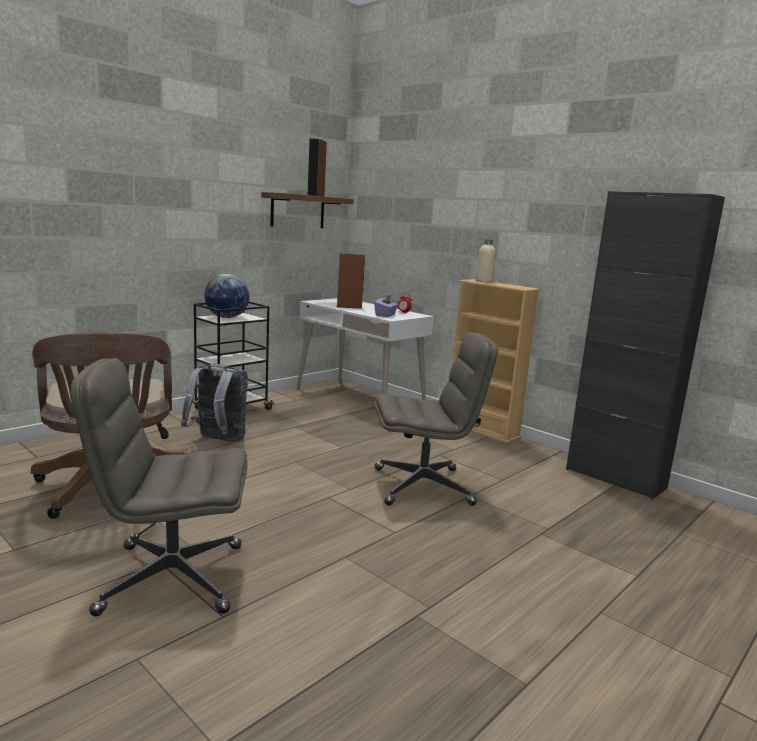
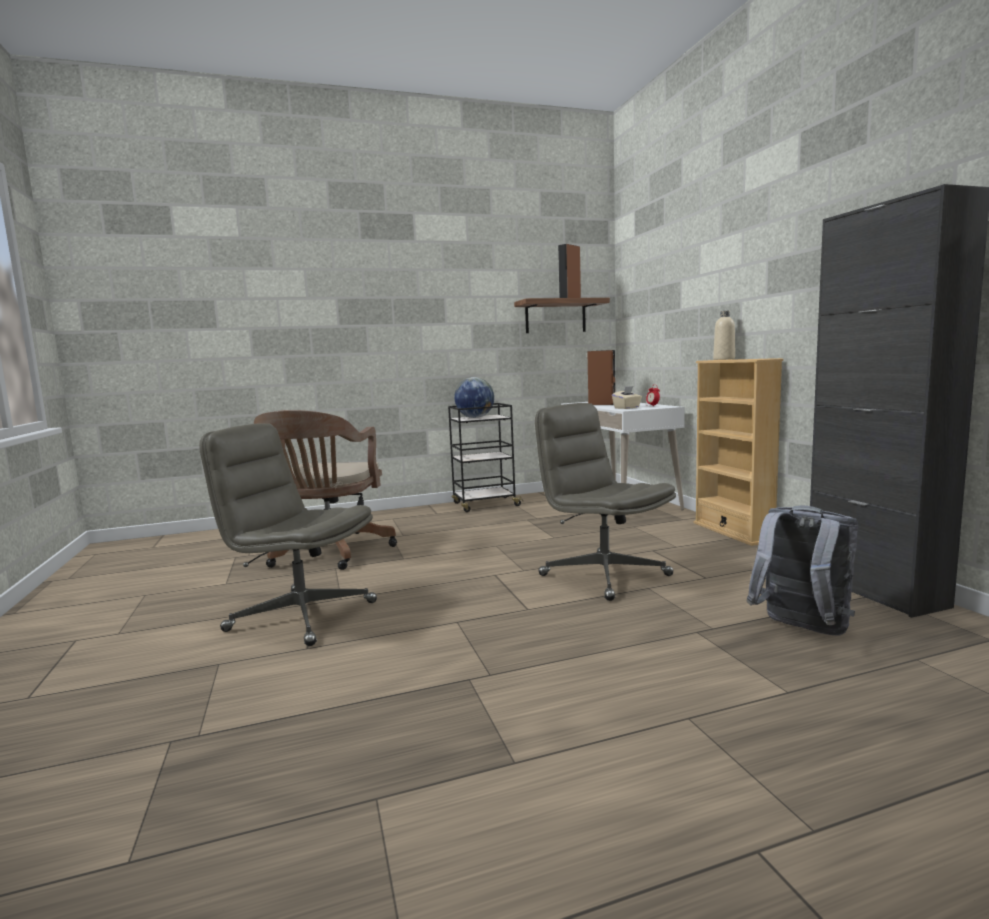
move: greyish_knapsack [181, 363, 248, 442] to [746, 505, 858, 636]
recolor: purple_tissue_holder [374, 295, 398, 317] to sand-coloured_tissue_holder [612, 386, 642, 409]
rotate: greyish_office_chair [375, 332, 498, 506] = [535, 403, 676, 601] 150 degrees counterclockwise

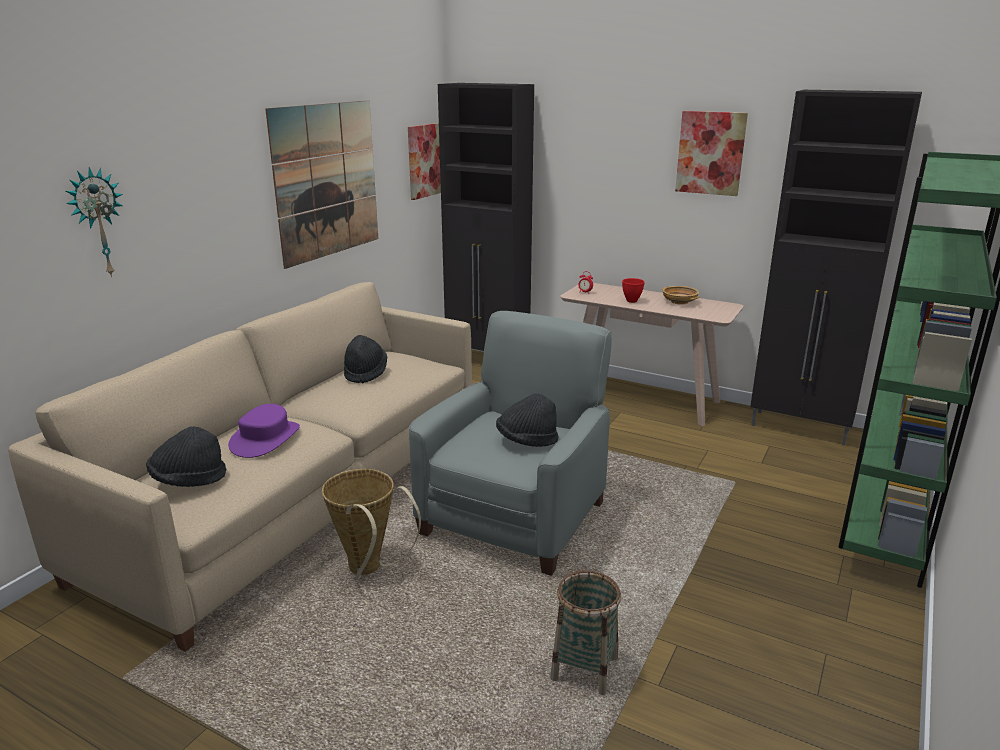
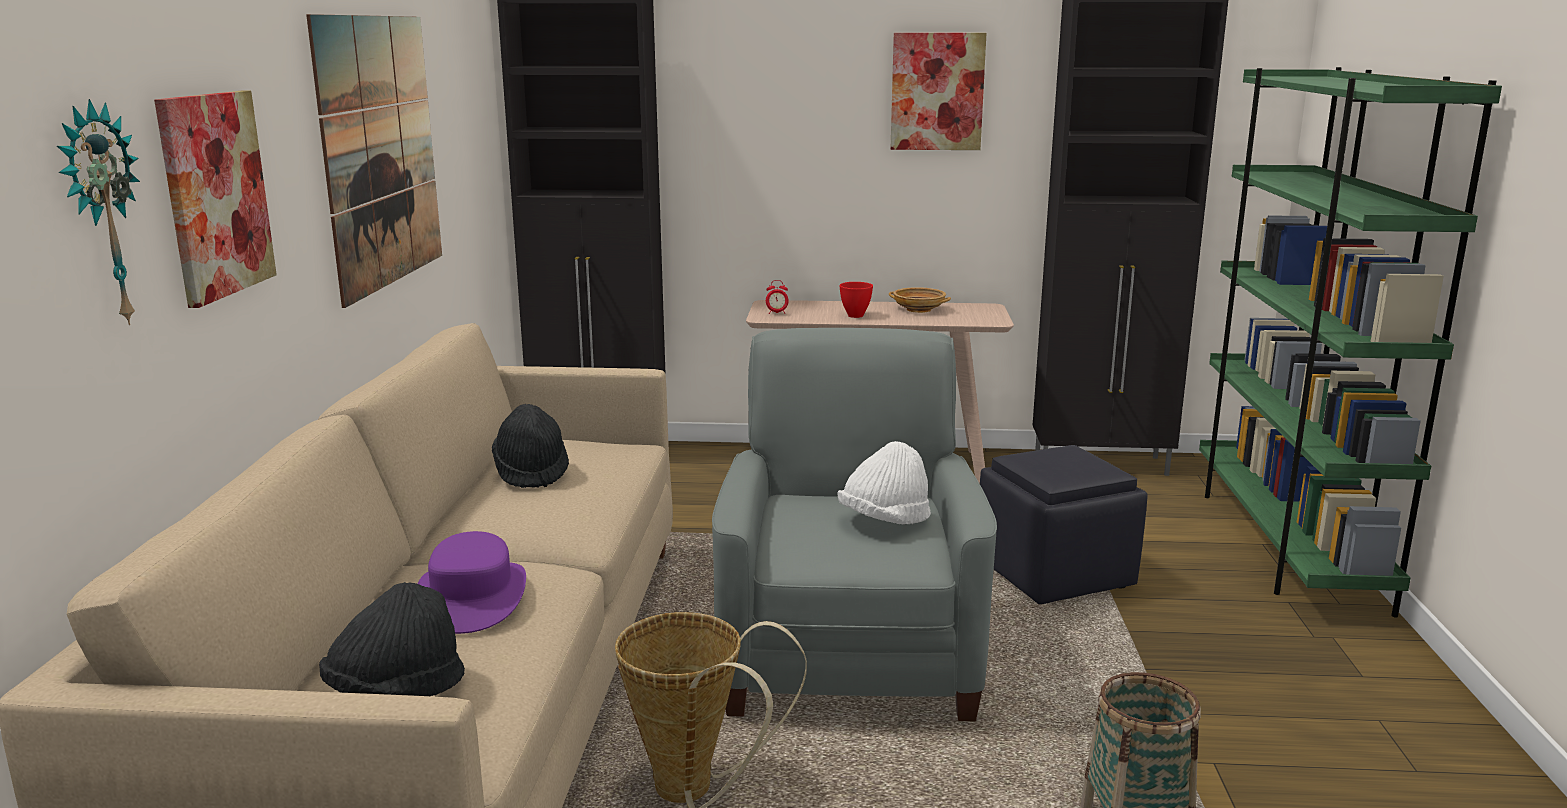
insert: blackish_ottoman [980, 445, 1148, 604]
move: picture [408, 123, 441, 200] to [154, 91, 277, 308]
recolor: blackish_clothing_hat [496, 394, 559, 447] to white_clothing_hat [838, 441, 931, 524]

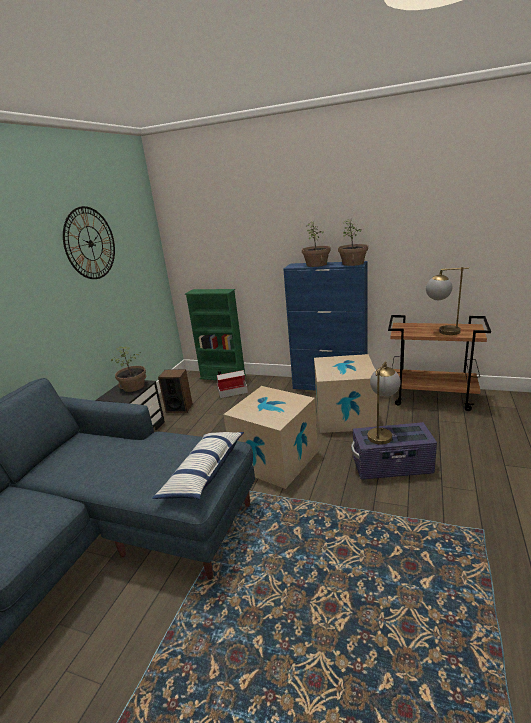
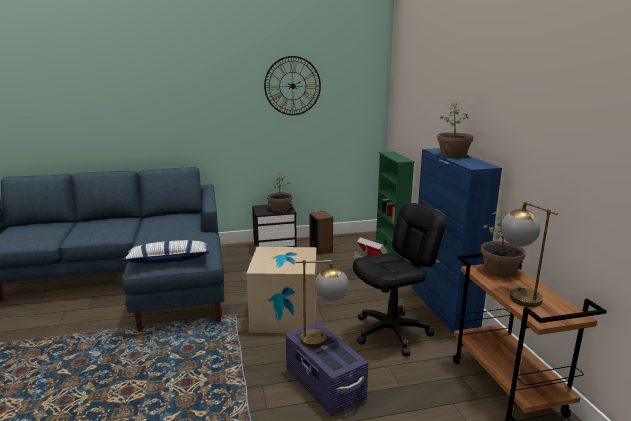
move: houseplant [338, 219, 368, 266] to [481, 211, 526, 277]
replace: packing_box [314, 354, 377, 433] to blackish_office_chair [353, 203, 447, 356]

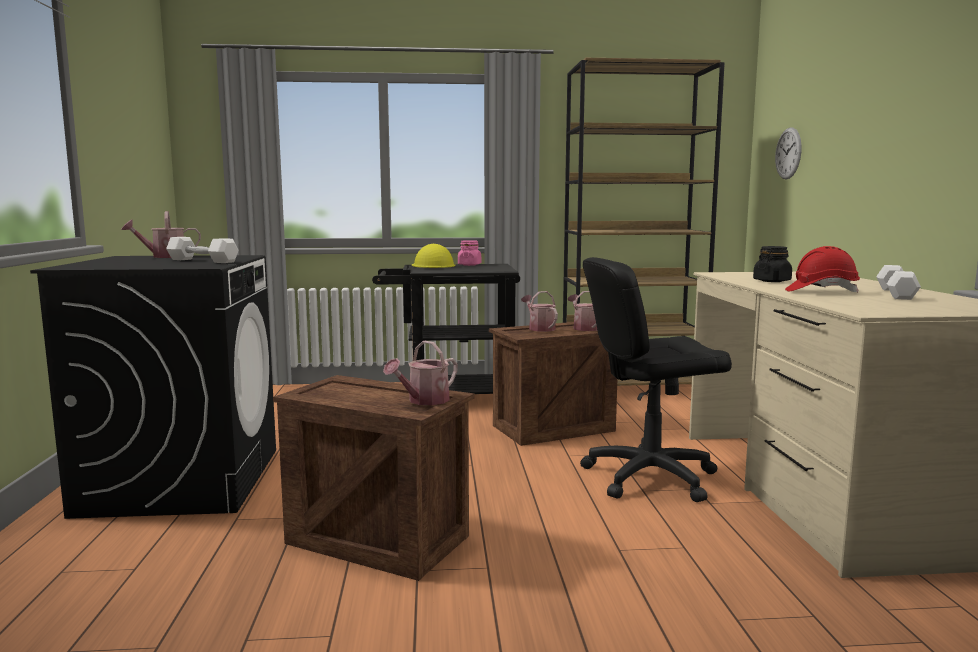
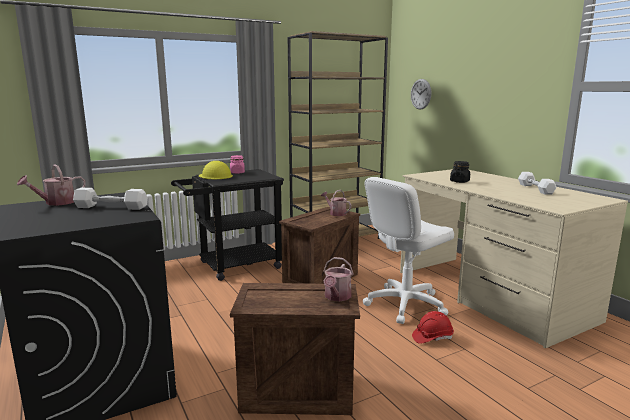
delete: sprinkling_can [521, 291, 558, 332]
move: red-coloured_work_helmet [785, 246, 860, 293] to [412, 311, 454, 344]
recolor: blackish_office_chair [580, 257, 732, 502] to white_office_chair [363, 177, 454, 324]

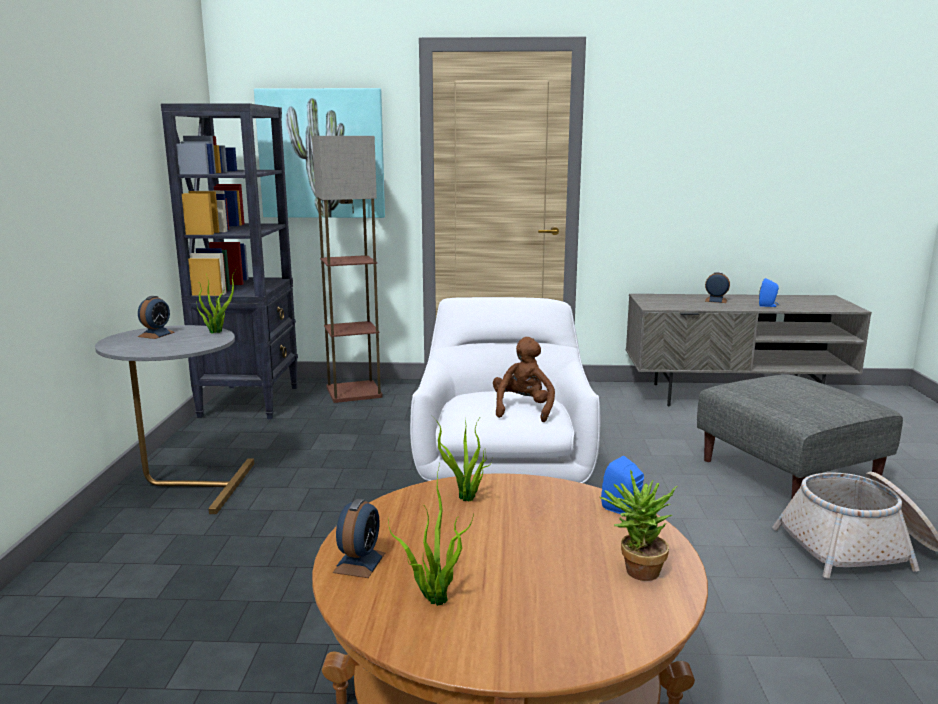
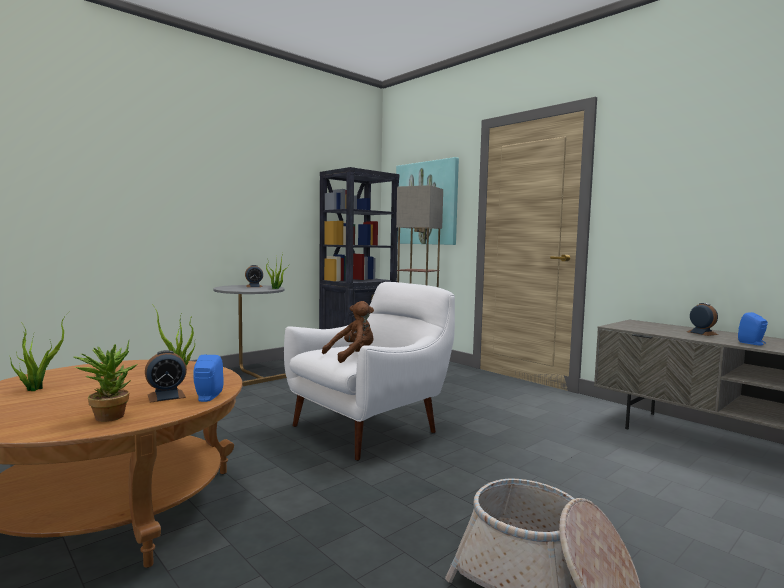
delete: greyish_ottoman [697, 375, 903, 500]
move: table_clock [333, 499, 385, 578] to [145, 350, 187, 403]

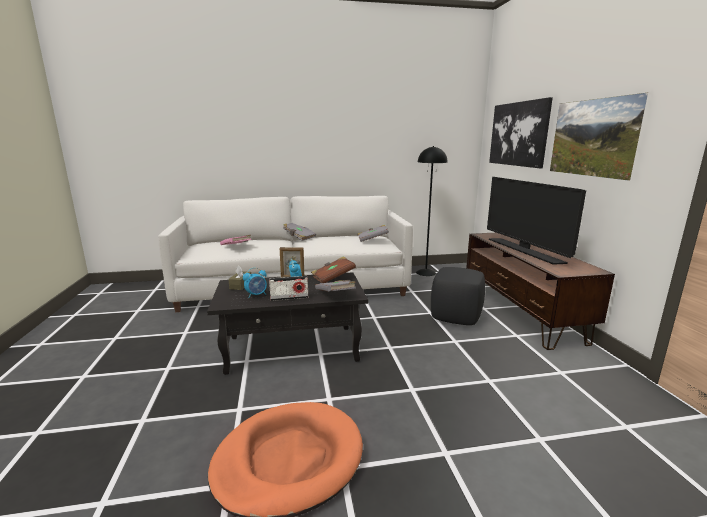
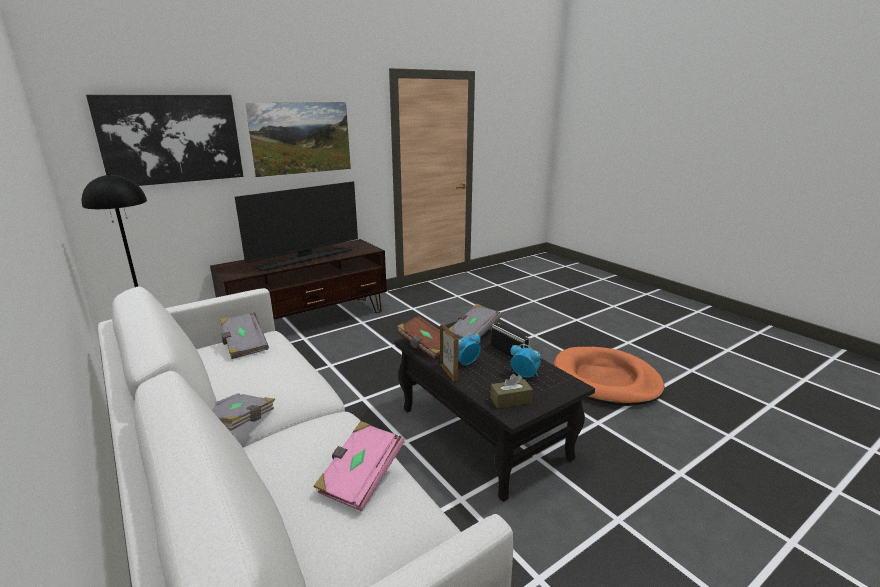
delete: blackish_ottoman [431, 267, 485, 325]

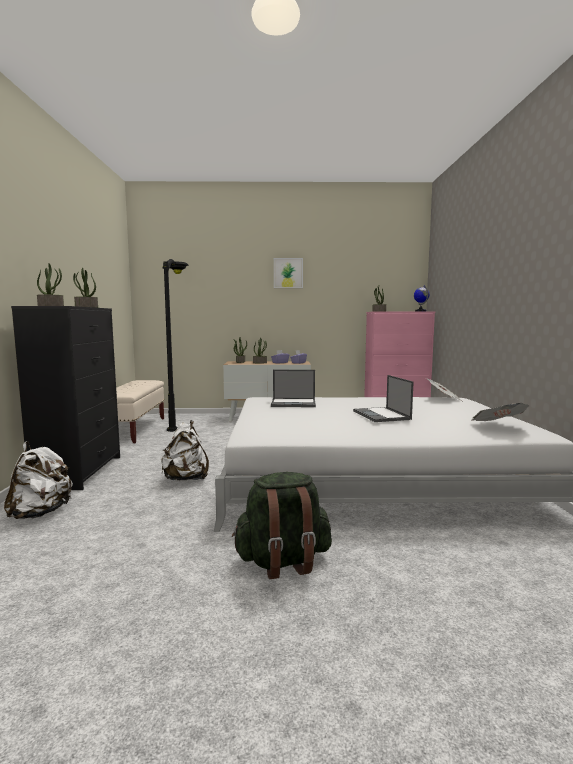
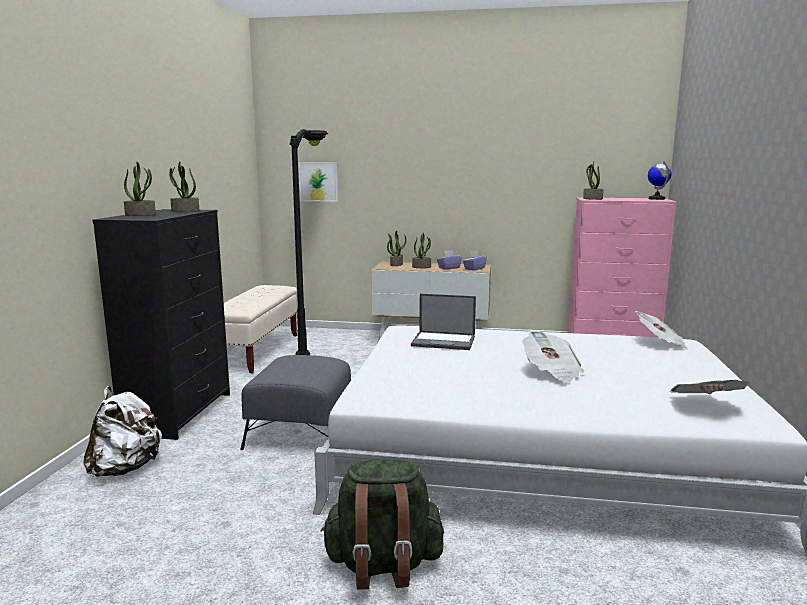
move: picture [274, 258, 303, 288] to [298, 162, 338, 202]
replace: white_knapsack [161, 420, 209, 480] to greyish_ottoman [240, 355, 351, 450]; laptop [353, 375, 414, 422] to printed_paper [522, 330, 584, 383]

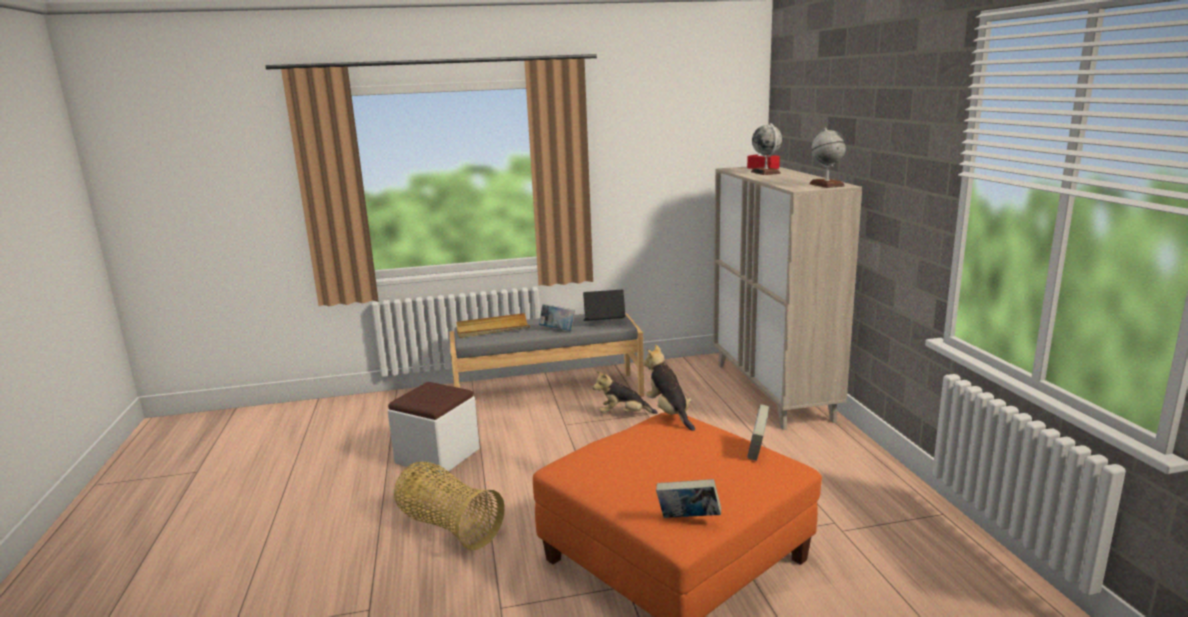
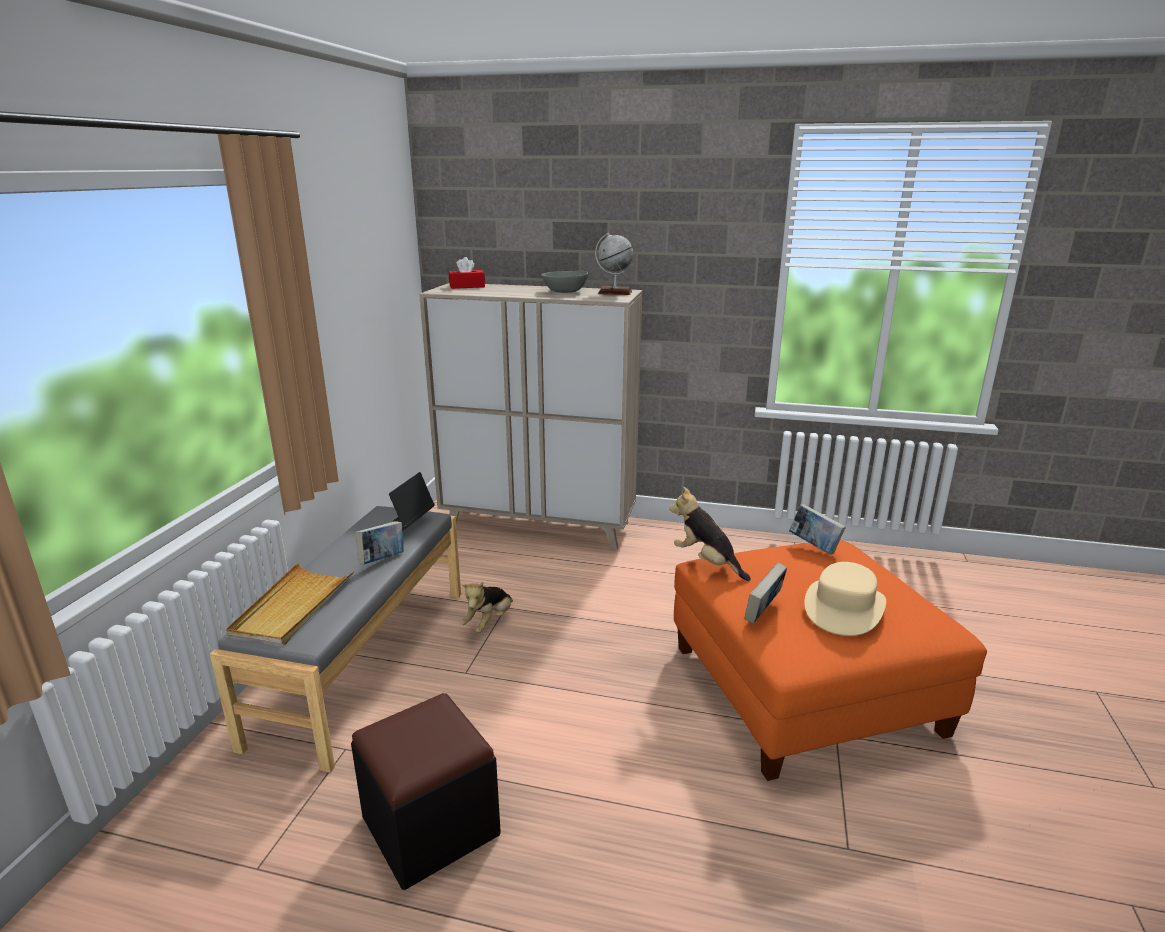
delete: storage_basket [394, 462, 505, 550]; desk_globe [751, 123, 782, 175]
insert: greyish_bowl [541, 270, 588, 293]; sand-coloured_clothing_hat [804, 562, 886, 636]
move: bound_book [656, 479, 721, 518] to [745, 563, 787, 624]
recolor: white_ottoman [388, 382, 480, 476] to blackish_ottoman [351, 693, 501, 890]
rotate: plush_toy [643, 344, 695, 431] = [670, 487, 751, 581] 45 degrees clockwise

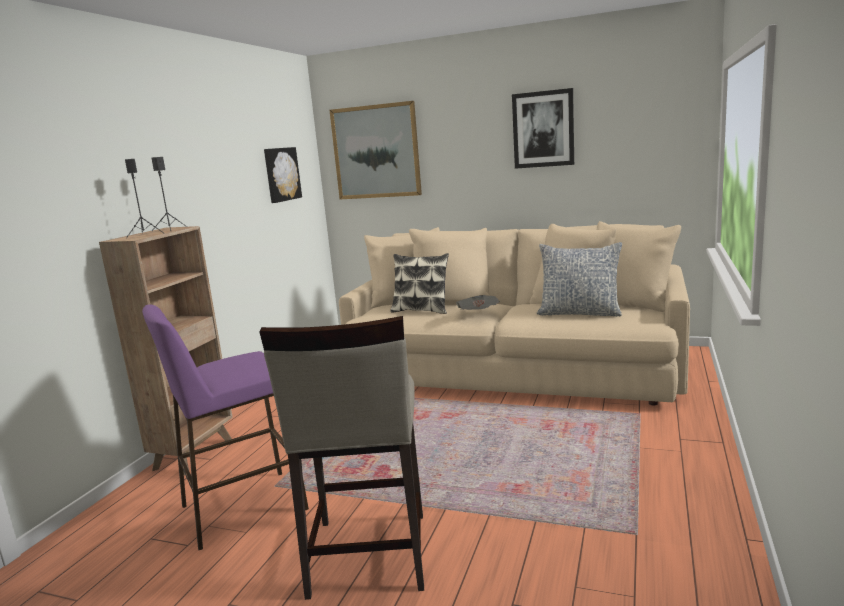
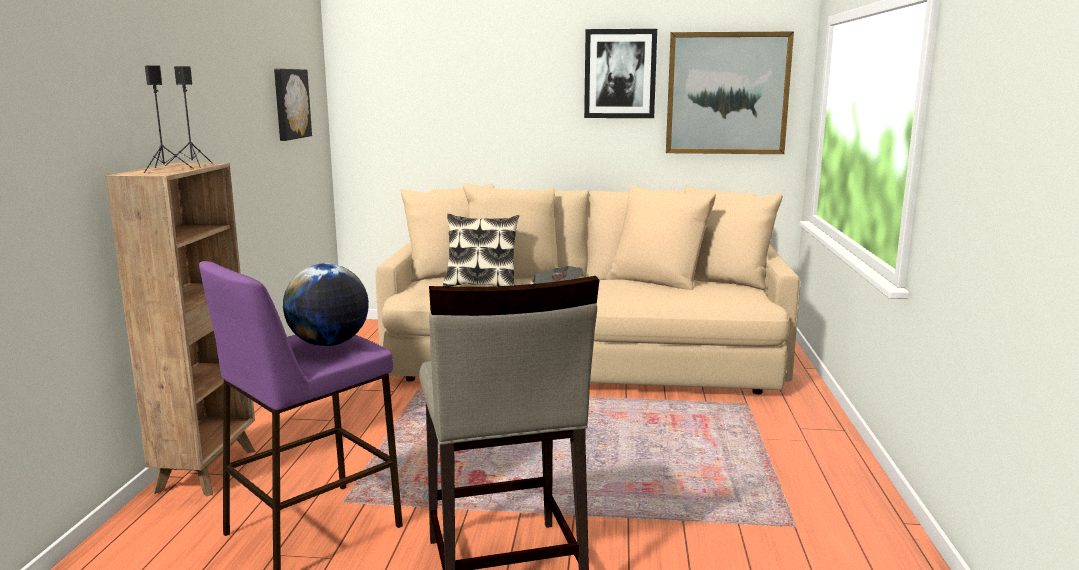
delete: pillow [537, 242, 622, 316]
insert: desk_globe [283, 263, 369, 346]
move: picture [330, 101, 422, 199] to [666, 32, 794, 154]

